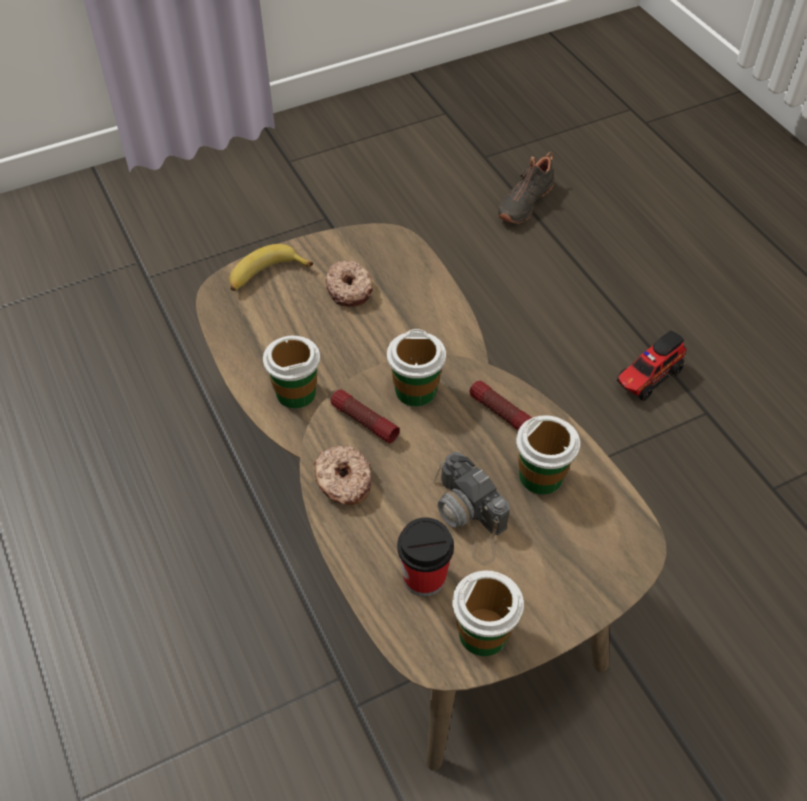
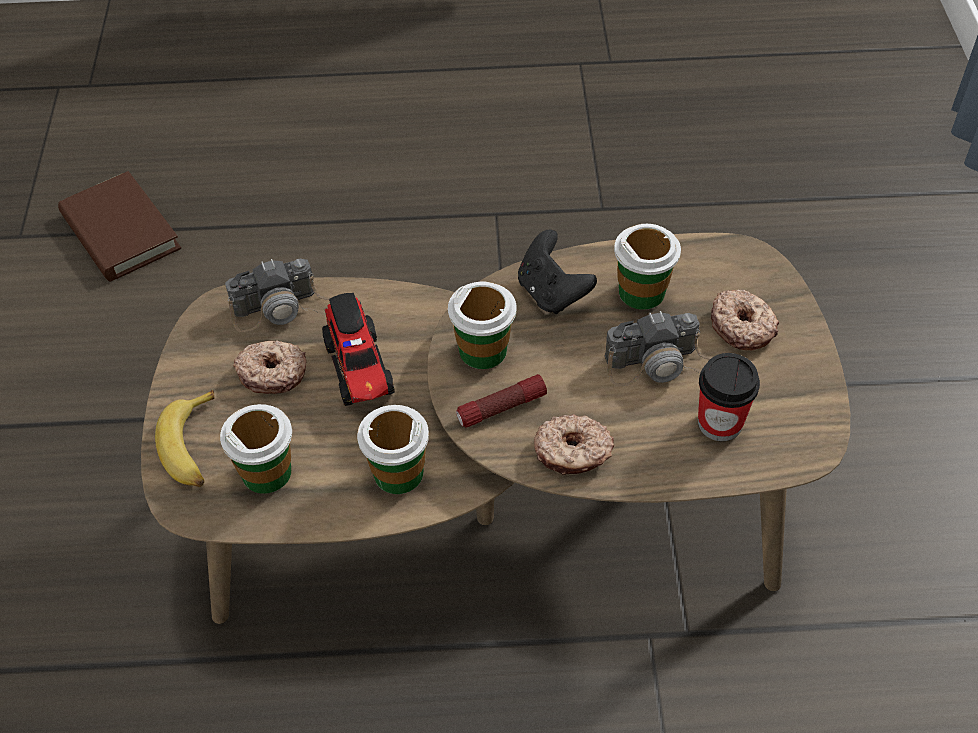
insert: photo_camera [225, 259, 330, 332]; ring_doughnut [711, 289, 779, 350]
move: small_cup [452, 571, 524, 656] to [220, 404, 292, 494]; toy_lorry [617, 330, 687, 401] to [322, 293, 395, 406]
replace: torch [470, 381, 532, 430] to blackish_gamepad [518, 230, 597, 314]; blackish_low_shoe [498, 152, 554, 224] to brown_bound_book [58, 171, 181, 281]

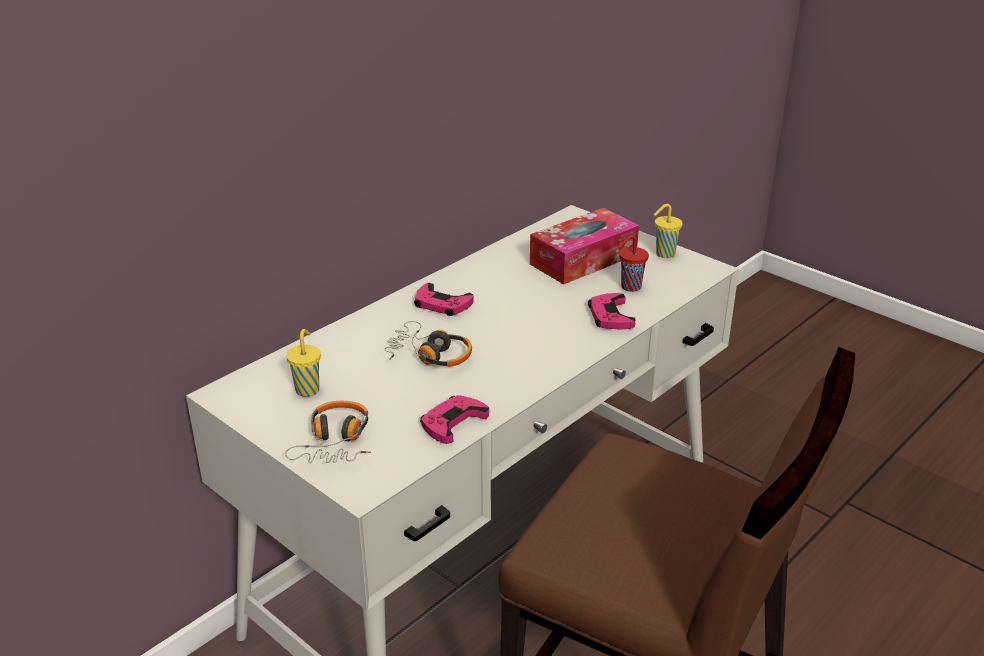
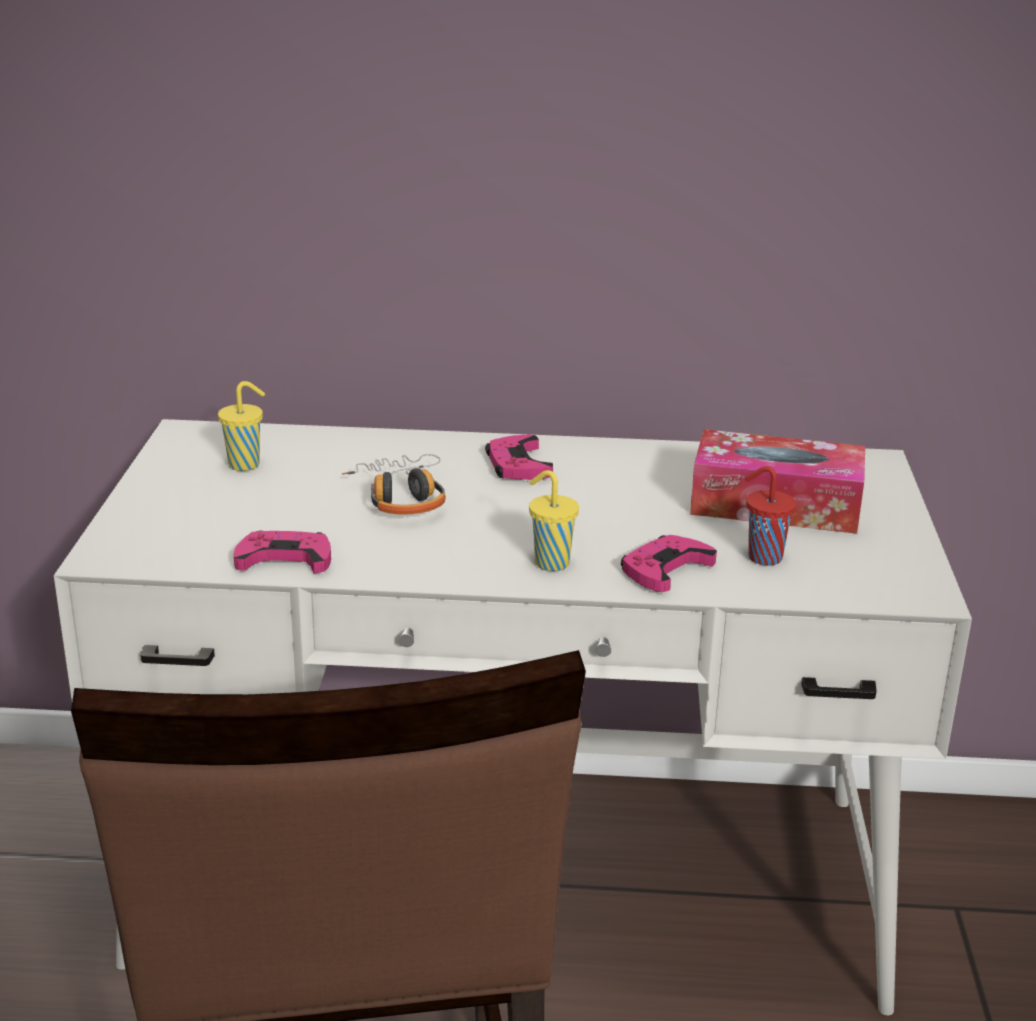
delete: headphones [285, 401, 371, 463]
move: yellow-coloured_small_cup [654, 204, 682, 258] to [529, 470, 579, 571]

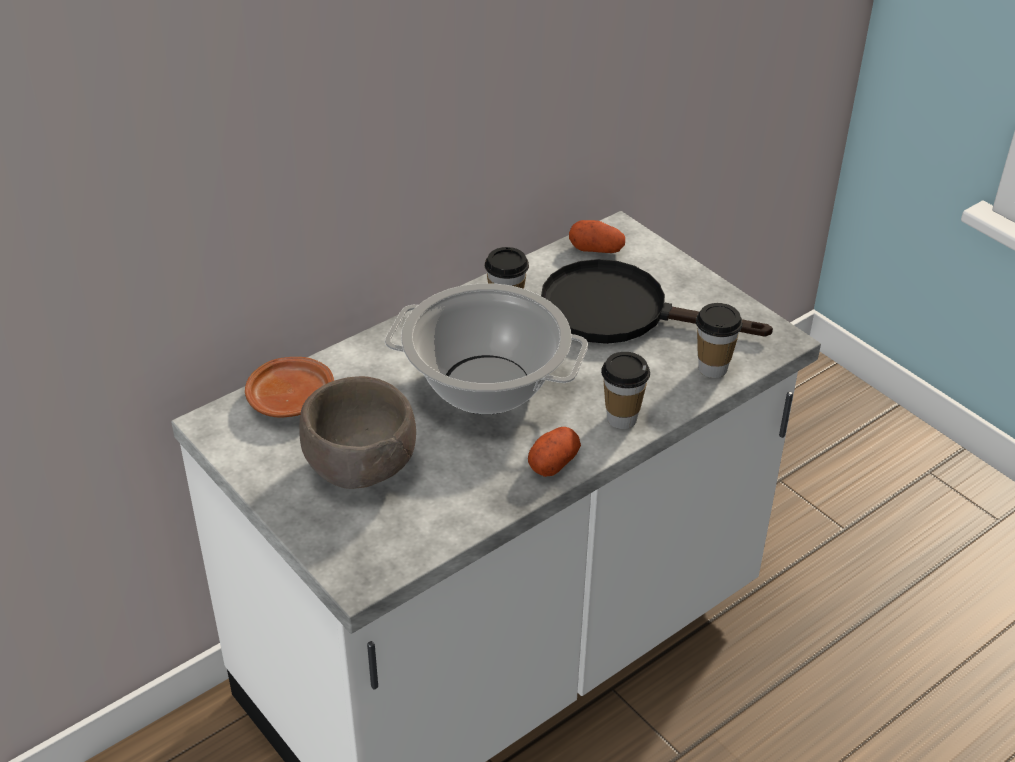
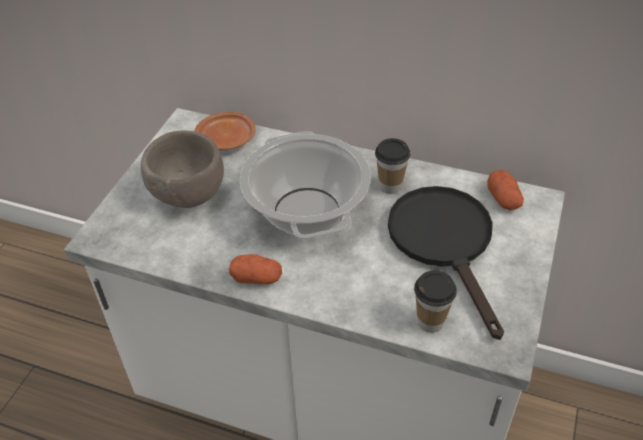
delete: small_cup [601, 352, 650, 429]

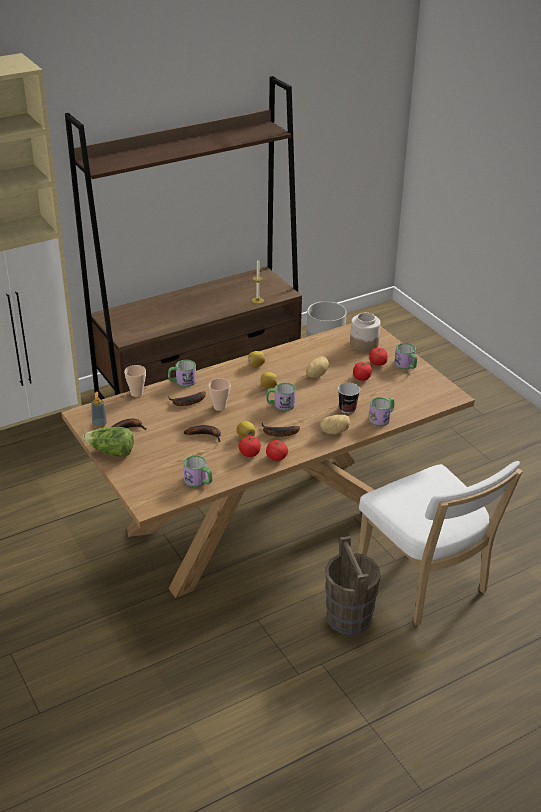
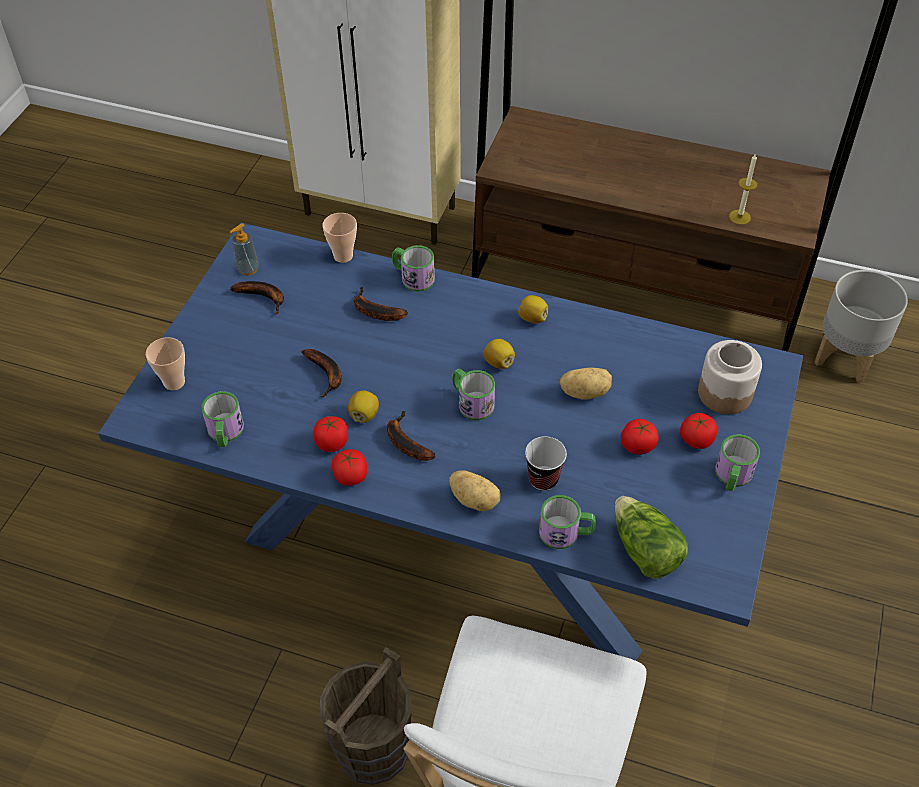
move: lettuce_head [83, 427, 134, 457] to [615, 496, 688, 579]; small_cup [208, 378, 231, 411] to [146, 337, 185, 391]
recolor: brown_dining_table [61, 324, 475, 598] to blue_dining_table [98, 222, 803, 661]

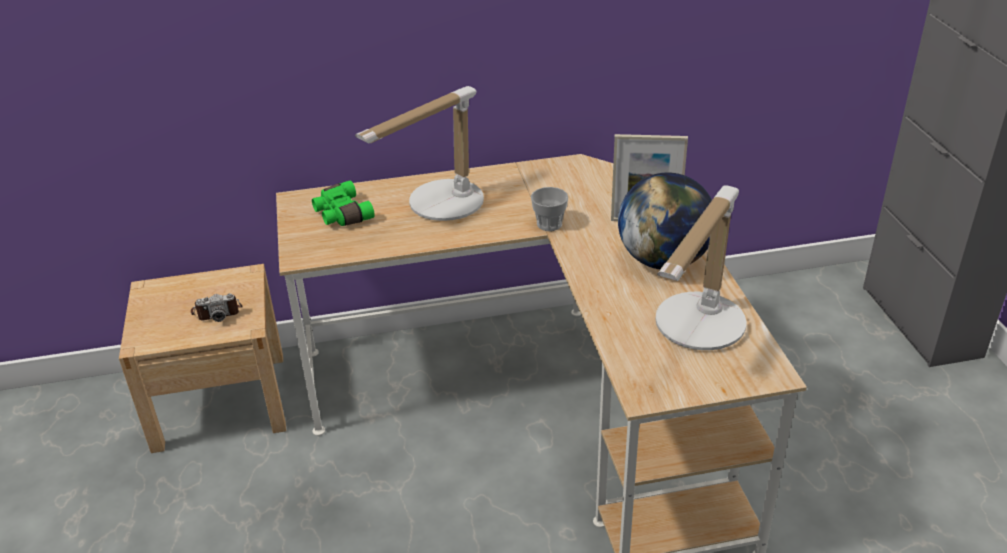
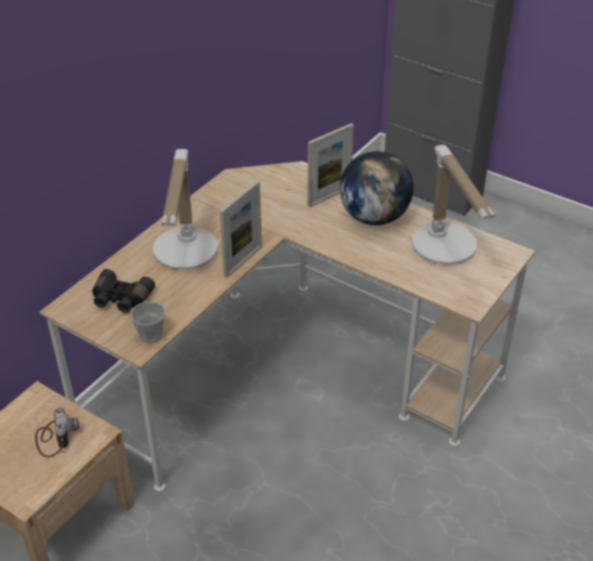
insert: standing_frame [220, 180, 262, 278]
move: small_cup [531, 187, 568, 231] to [130, 302, 165, 343]
recolor: green-coloured_pair_of_binoculars [312, 180, 375, 226] to blackish_pair_of_binoculars [92, 269, 155, 313]
rotate: photo_camera [191, 293, 243, 322] = [35, 408, 79, 457] 45 degrees counterclockwise

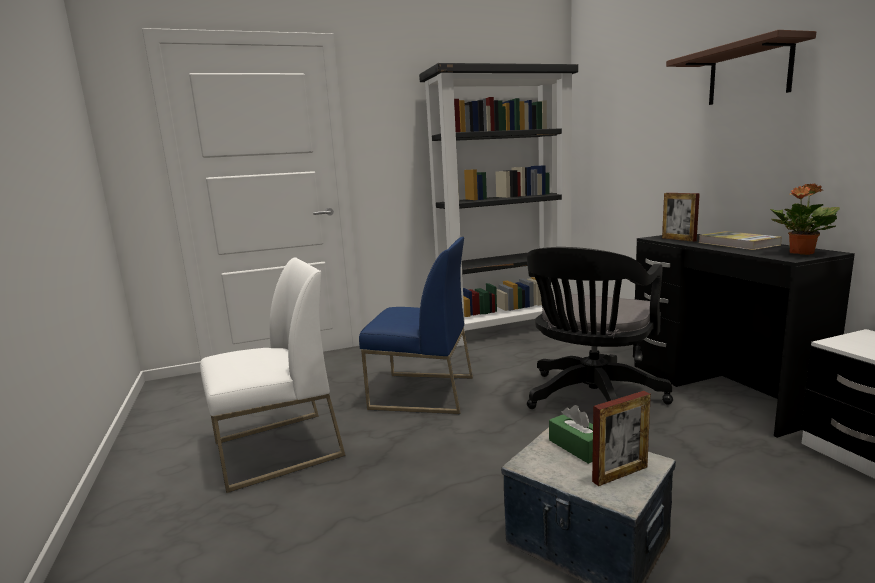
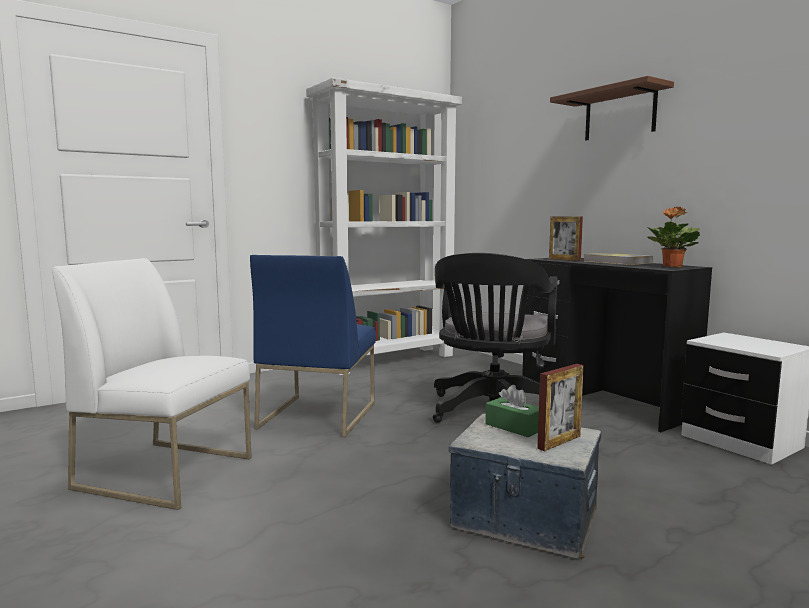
recolor: blackish_shelving_unit [419, 63, 578, 347] to white_shelving_unit [306, 77, 462, 375]
rotate: white_plain_chair [200, 257, 345, 493] = [52, 258, 252, 510] 120 degrees counterclockwise; blue_plain_chair [359, 237, 473, 414] = [250, 255, 376, 437] 105 degrees clockwise

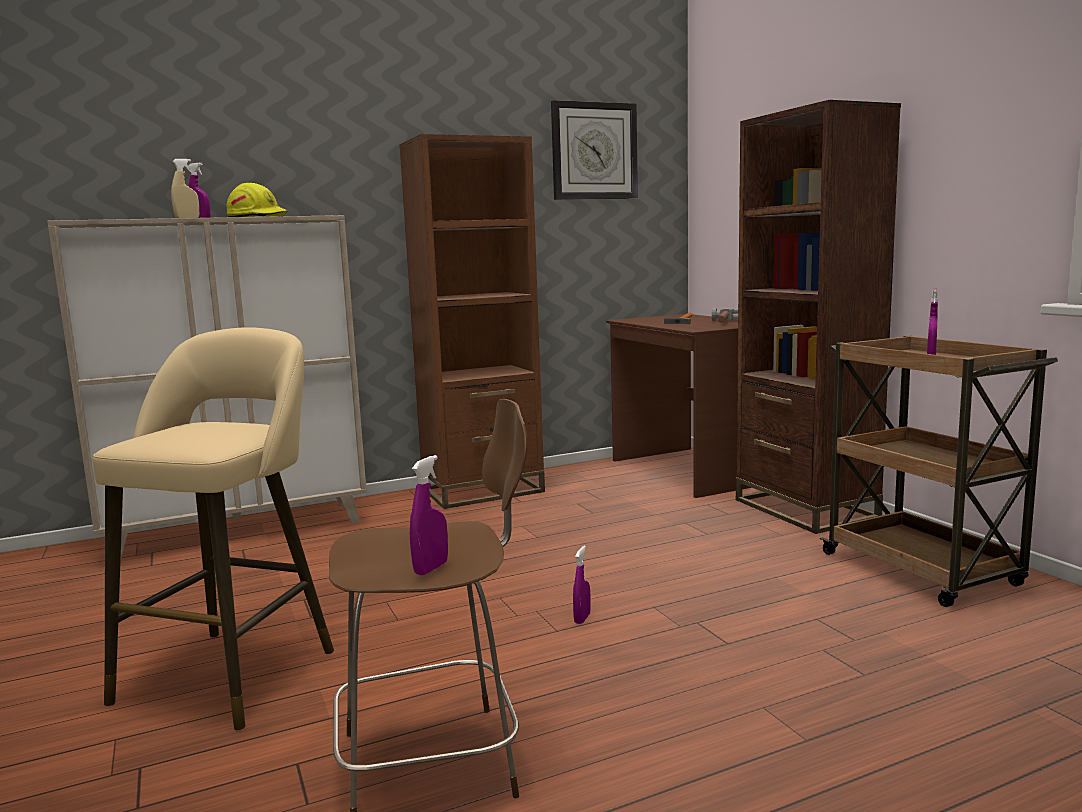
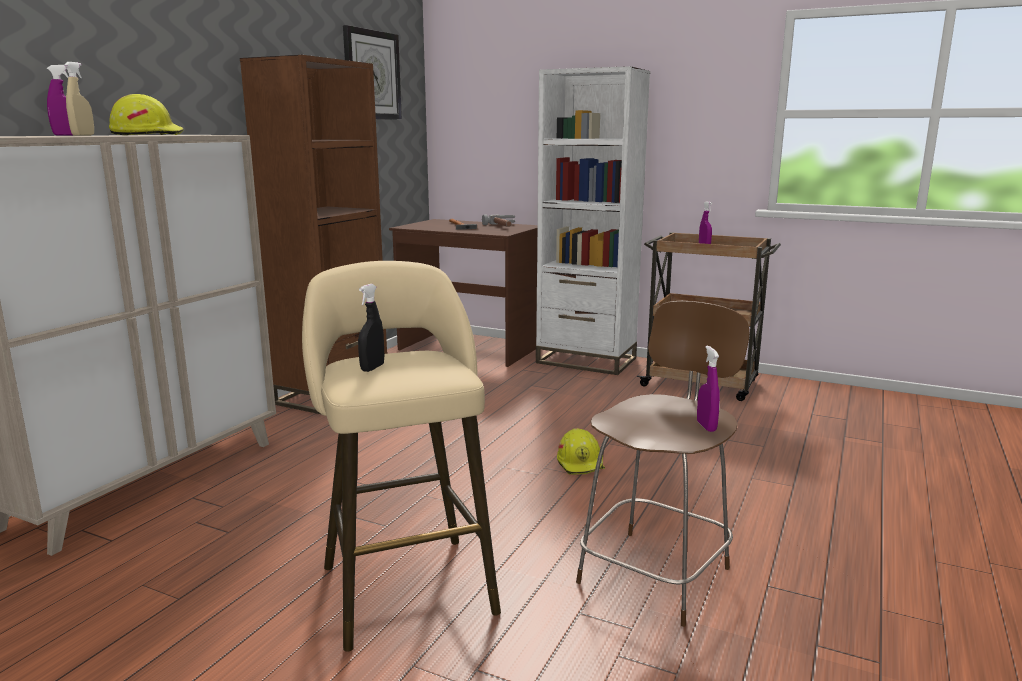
insert: blackish_spray_bottle [358, 284, 384, 372]
replace: purple_spray_bottle [573, 546, 591, 624] to yellow-coloured_work_helmet [557, 428, 605, 475]
recolor: brown_shelving_unit [736, 100, 901, 534] to white_shelving_unit [536, 66, 650, 375]

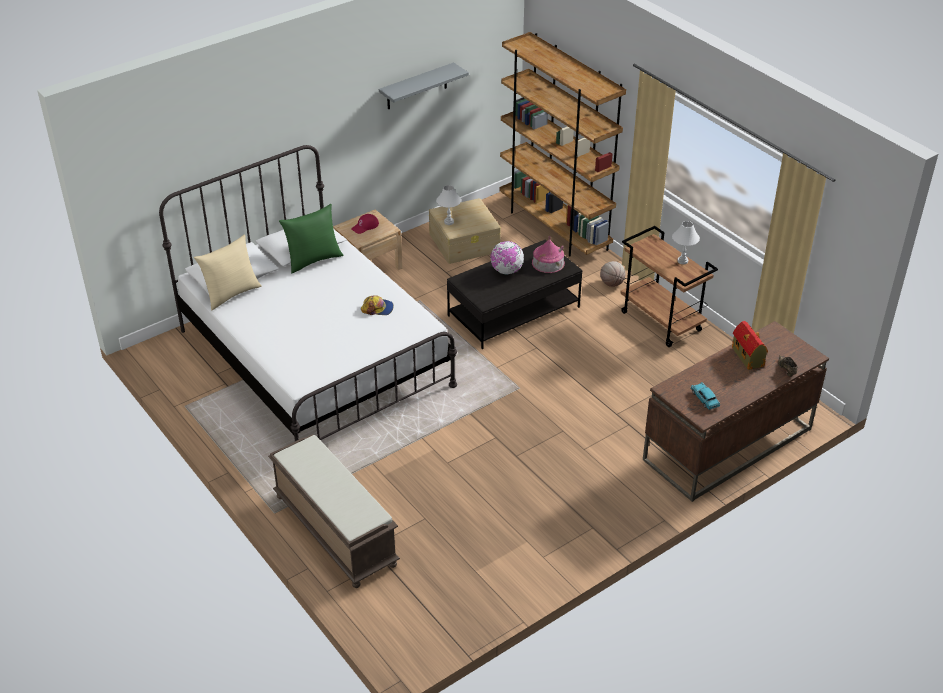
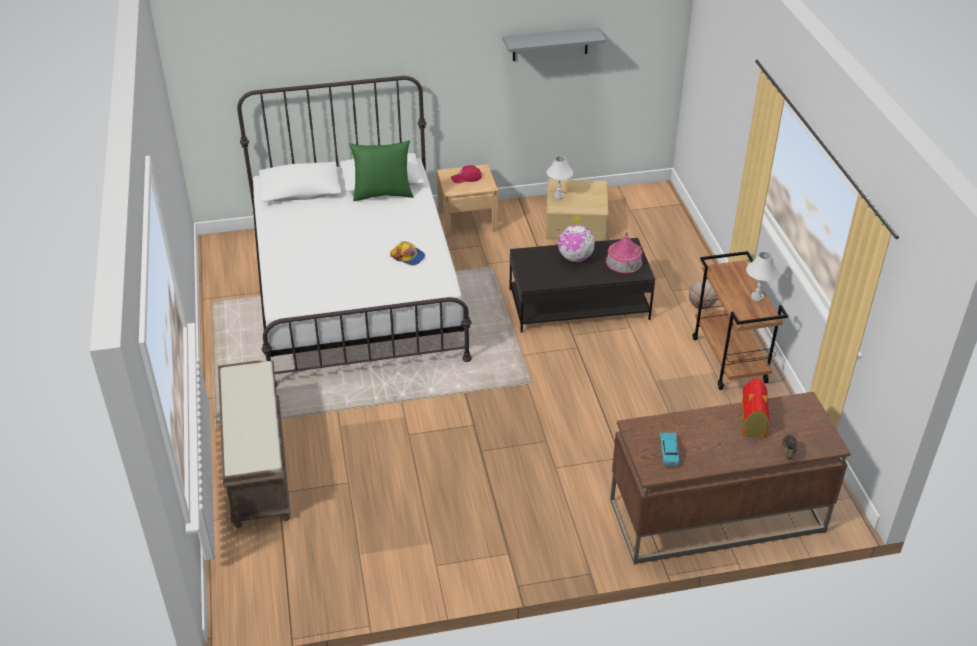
delete: sand-coloured_pillow [194, 234, 262, 310]; brown_shelving_unit [500, 32, 626, 256]

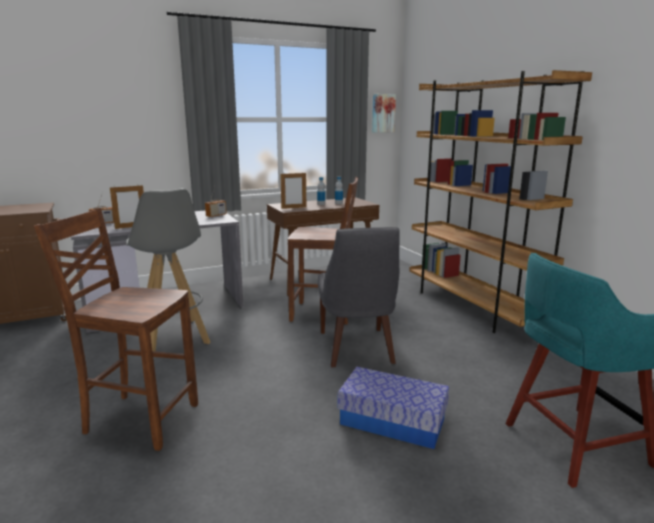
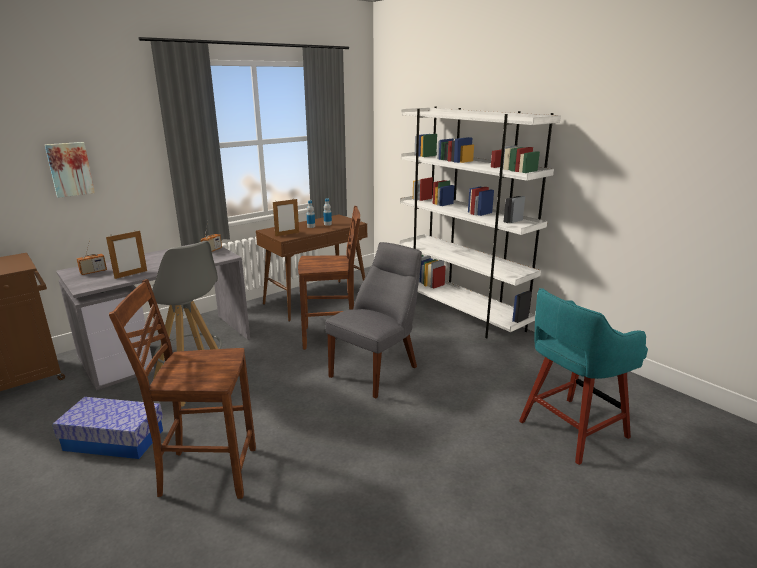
move: storage_container [338, 367, 449, 449] to [52, 397, 163, 459]; picture [372, 94, 396, 133] to [45, 142, 95, 198]
recolor: brown_shelving_unit [409, 70, 592, 333] to white_shelving_unit [399, 107, 561, 338]
rotate: greyish_plain_chair [318, 227, 400, 367] = [325, 242, 422, 398] 120 degrees counterclockwise

